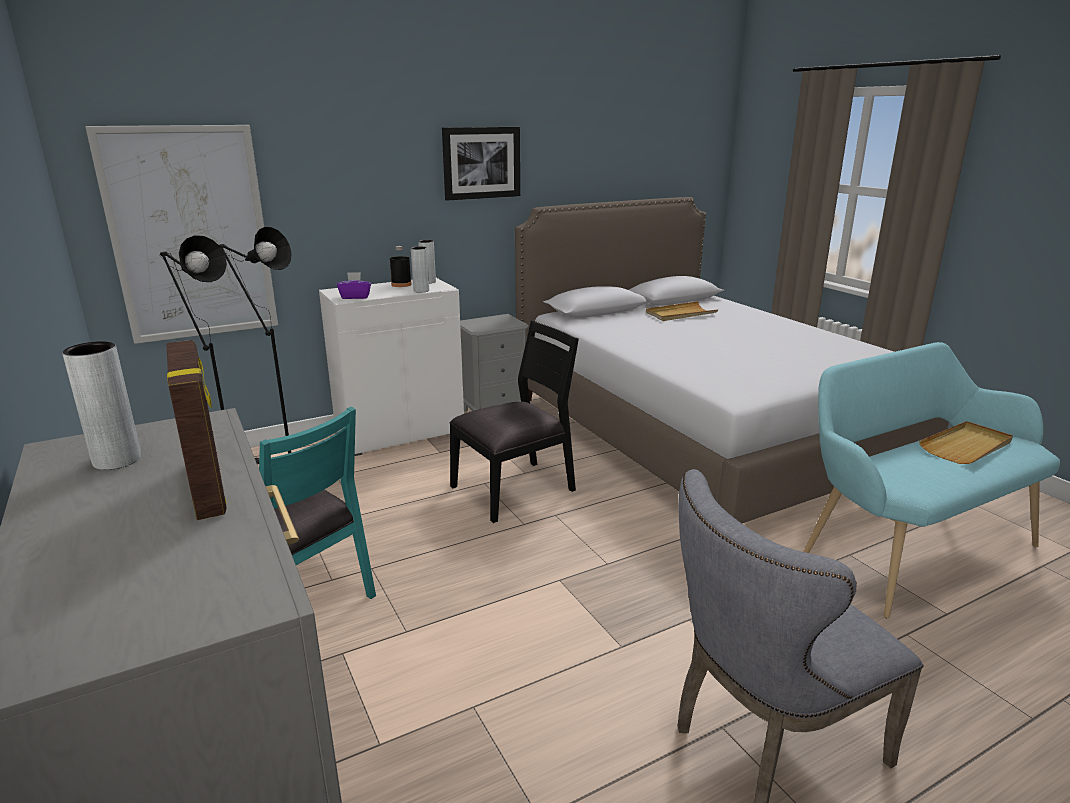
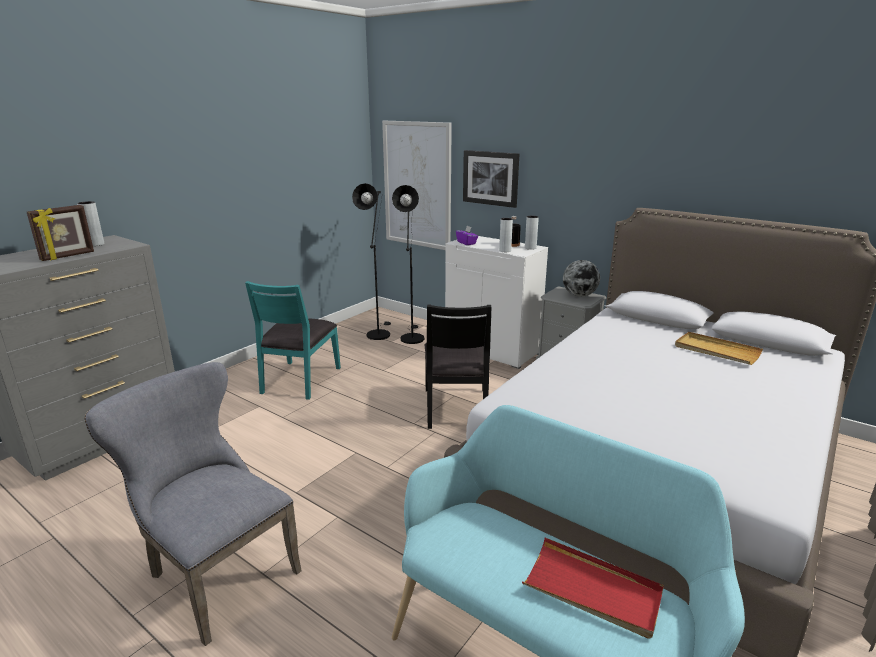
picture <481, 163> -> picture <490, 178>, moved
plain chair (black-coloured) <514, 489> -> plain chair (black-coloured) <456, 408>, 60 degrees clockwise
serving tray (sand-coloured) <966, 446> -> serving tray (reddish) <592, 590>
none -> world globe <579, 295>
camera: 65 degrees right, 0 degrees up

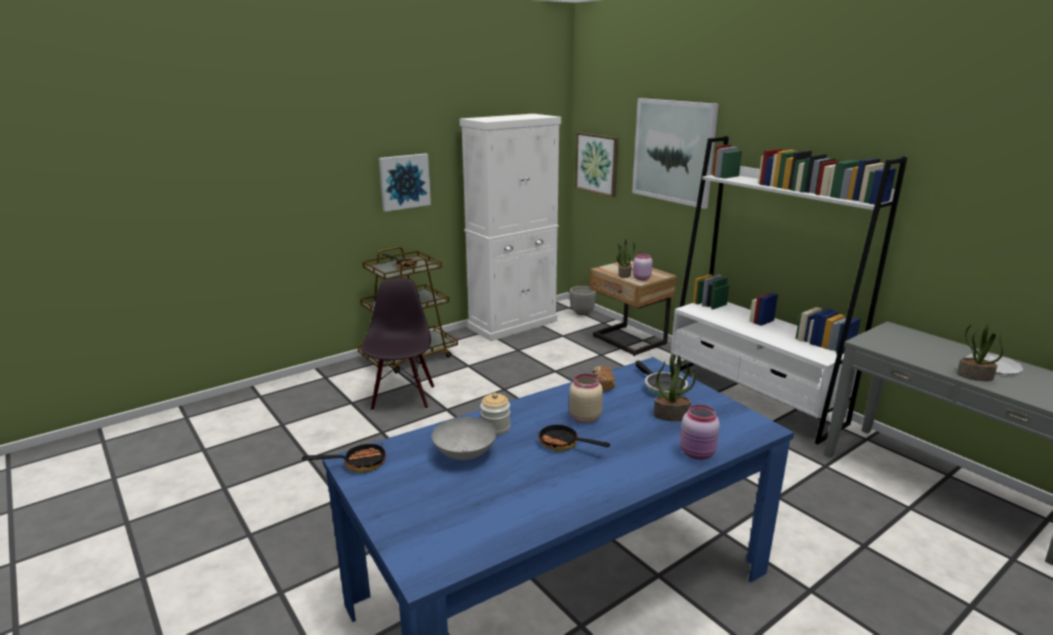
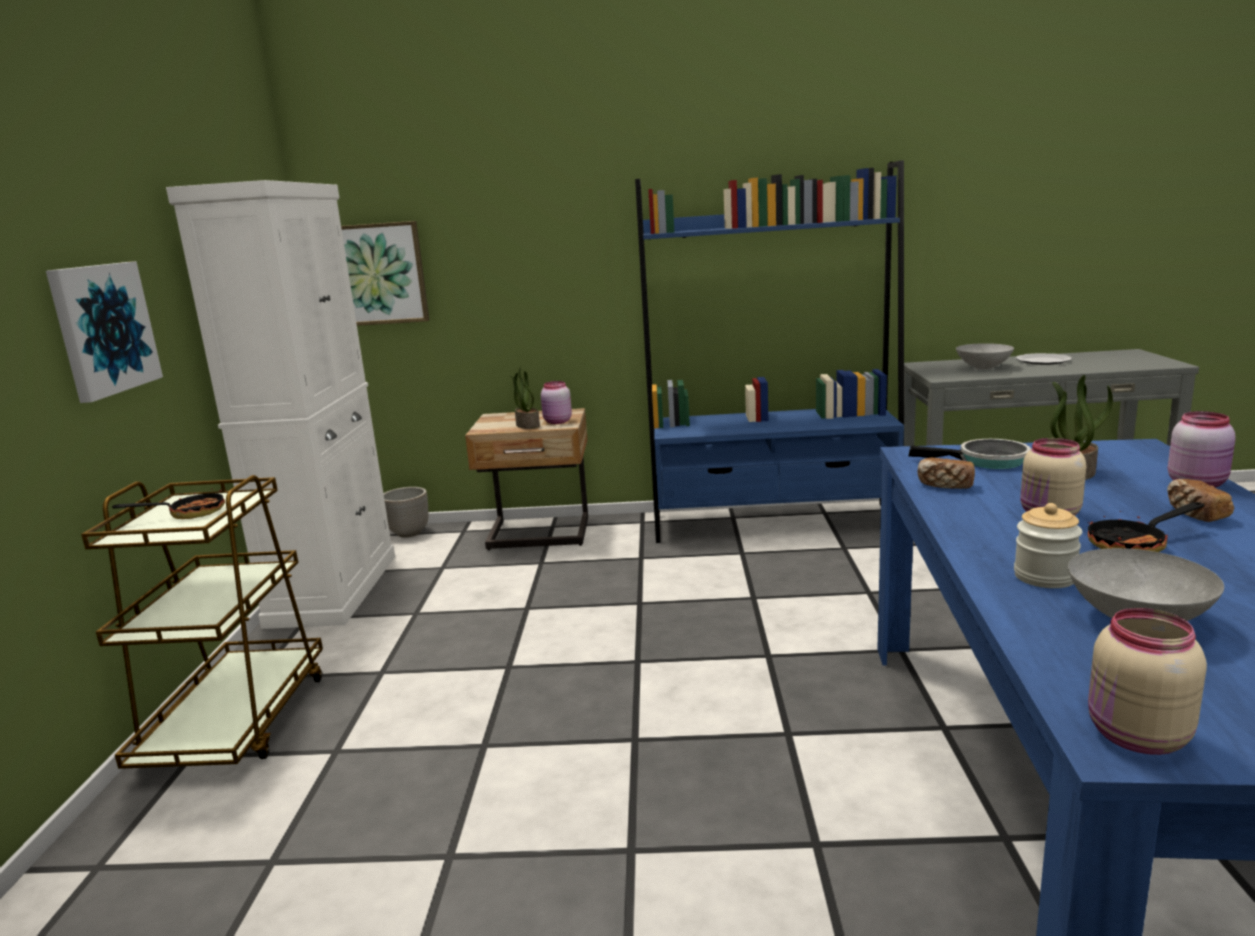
skillet <358, 464> -> preserve jar (sand-coloured) <1136, 737>
plain chair (black-coloured) <402, 397> -> none
picture <673, 151> -> none
bookcase (white-coloured) <753, 397> -> bookcase (blue-coloured) <774, 523>
potted plant <974, 376> -> none
none -> deep dish (gray) <983, 367>
none -> baked bread <1194, 514>
camera: 50 degrees left, 5 degrees down

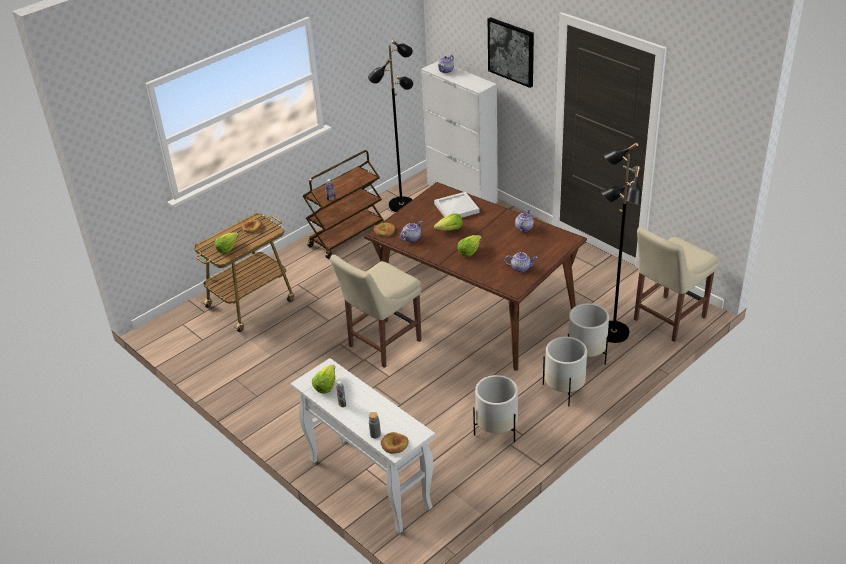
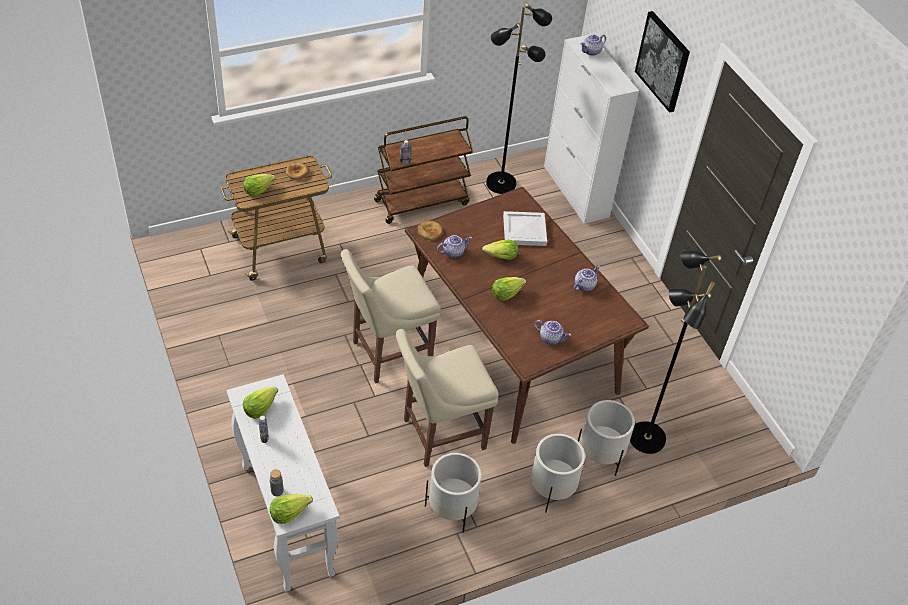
baked bread <394, 444> -> lettuce head <289, 512>
plain chair (sand-coloured) <667, 319> -> plain chair (sand-coloured) <439, 434>, moved
camera: 15 degrees right, 10 degrees up

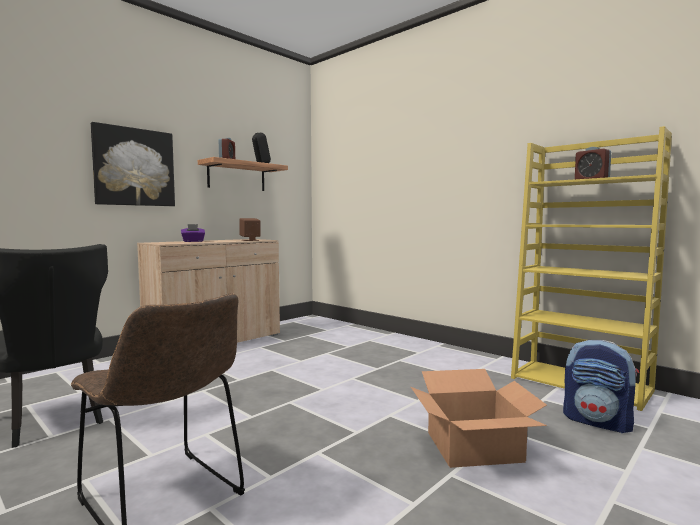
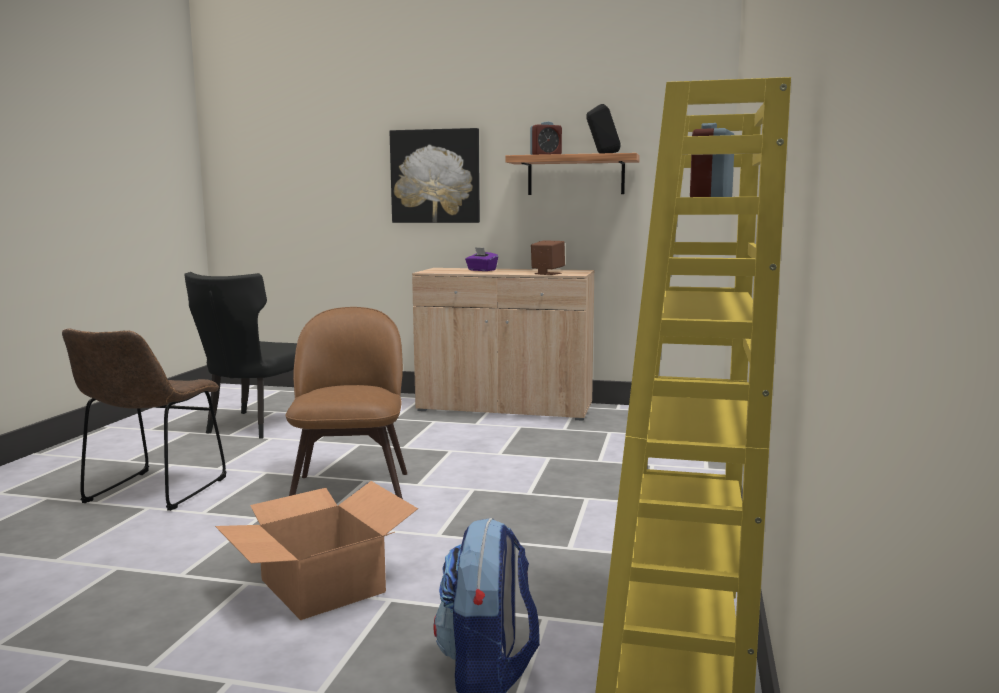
none -> plain chair (brownish) <351, 488>
camera: 60 degrees right, 5 degrees up

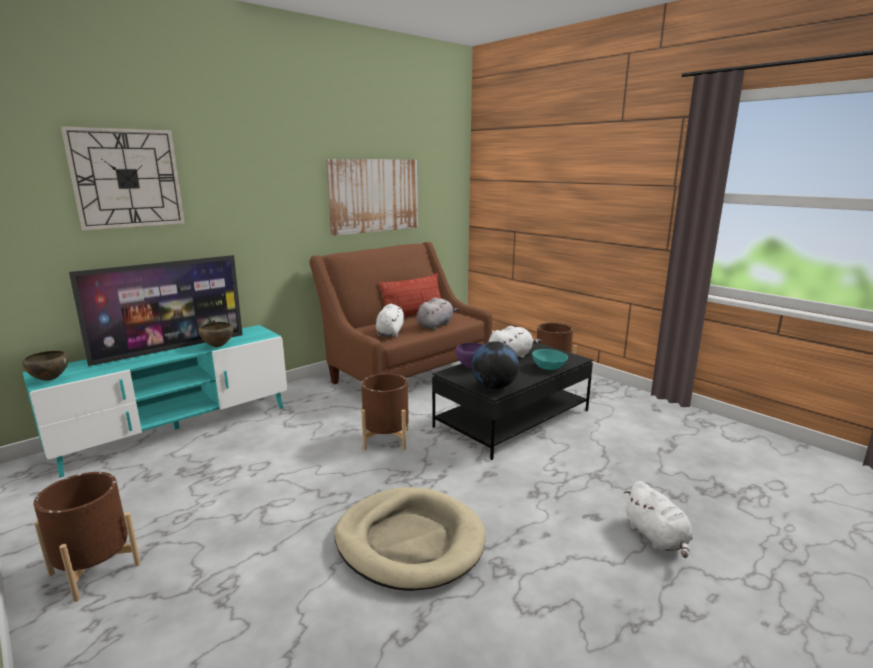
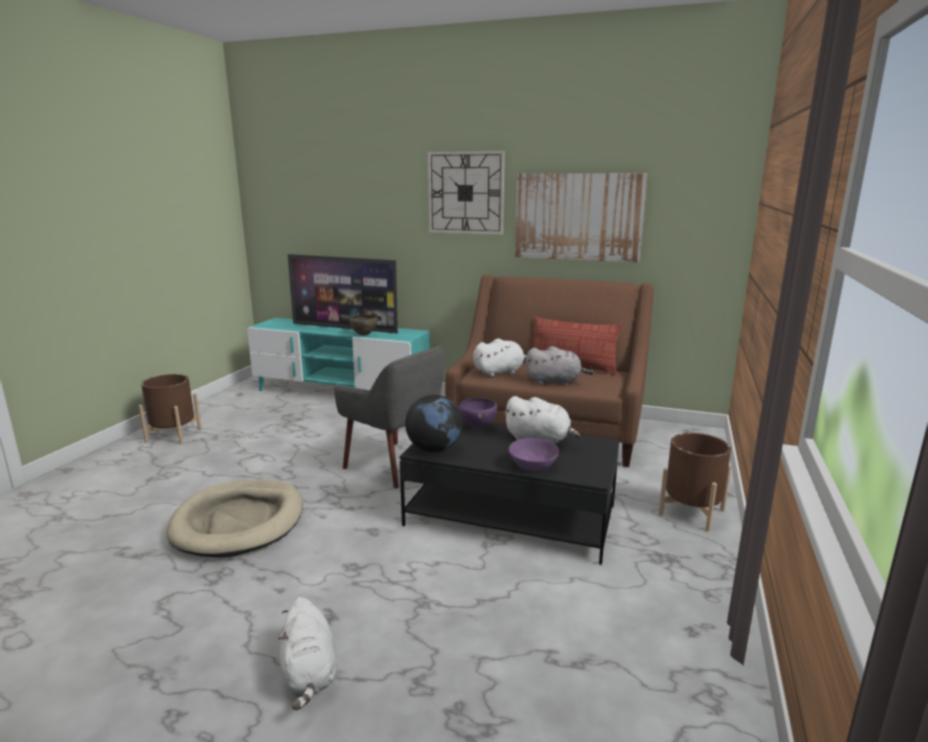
deep dish (brownish) <49, 379> -> none
hanging clock <127, 178> -> hanging clock <465, 193>, moved
planter (brownish) <386, 439> -> lounge chair (gray) <395, 464>
deep dish (turquoise-coloured) <549, 367> -> deep dish (purplish) <533, 466>
cuddly toy (white-coloured) <657, 538> -> cuddly toy (white-coloured) <309, 674>, 60 degrees counterclockwise
camera: 60 degrees right, 0 degrees up

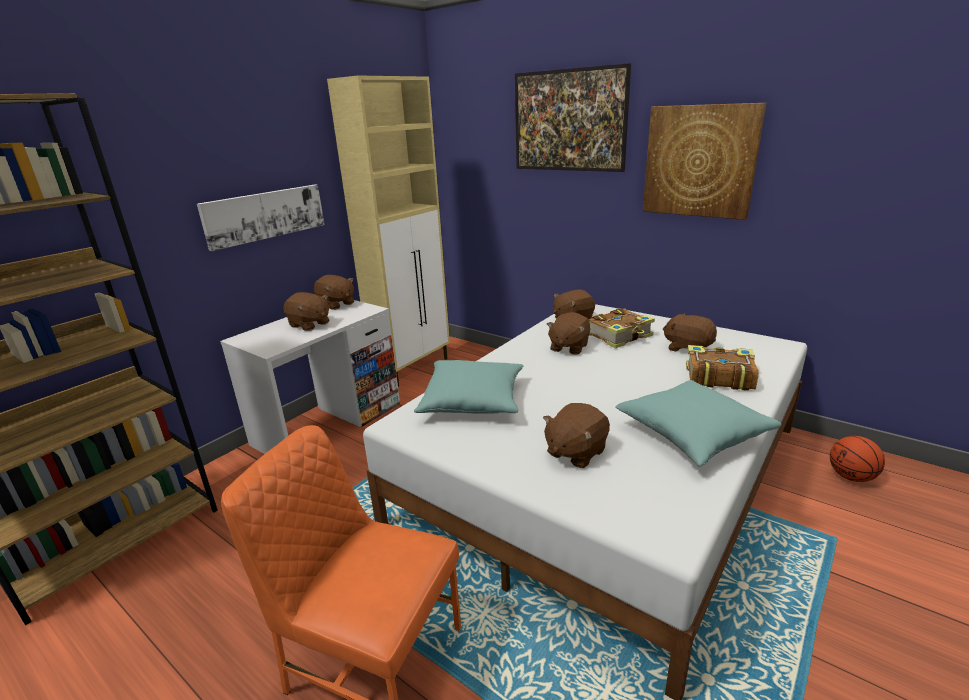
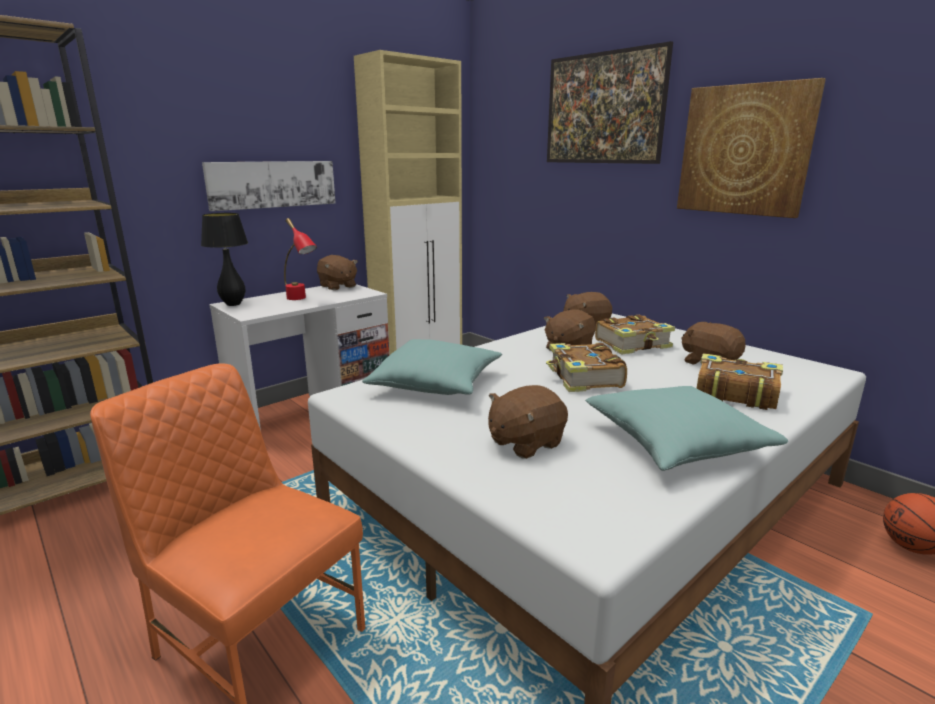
cuddly toy (brownish) <309, 324> -> lamp for a table (reddish) <301, 299>
none -> lamp for a table (black-coloured) <233, 304>
none -> book <584, 378>
camera: 10 degrees right, 5 degrees down

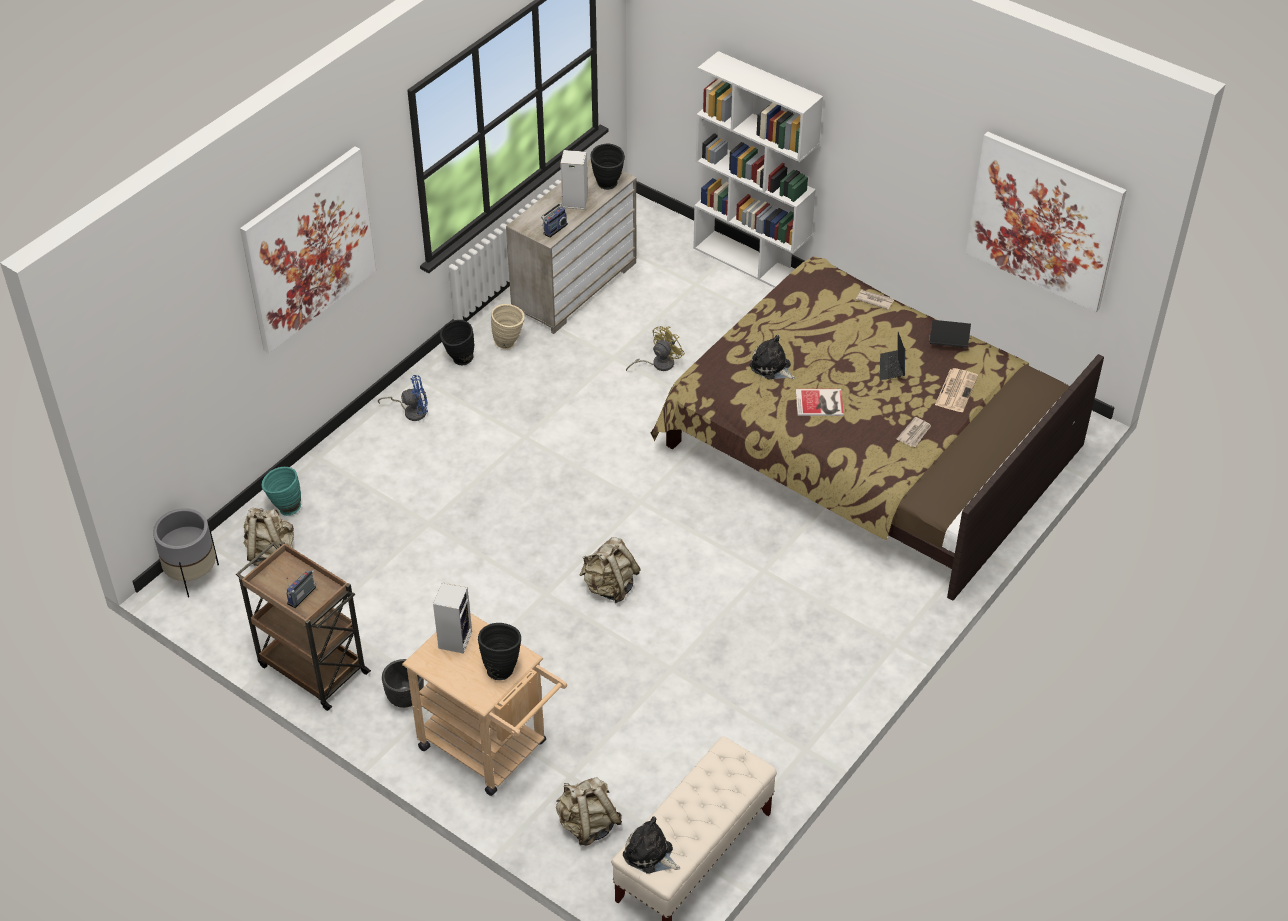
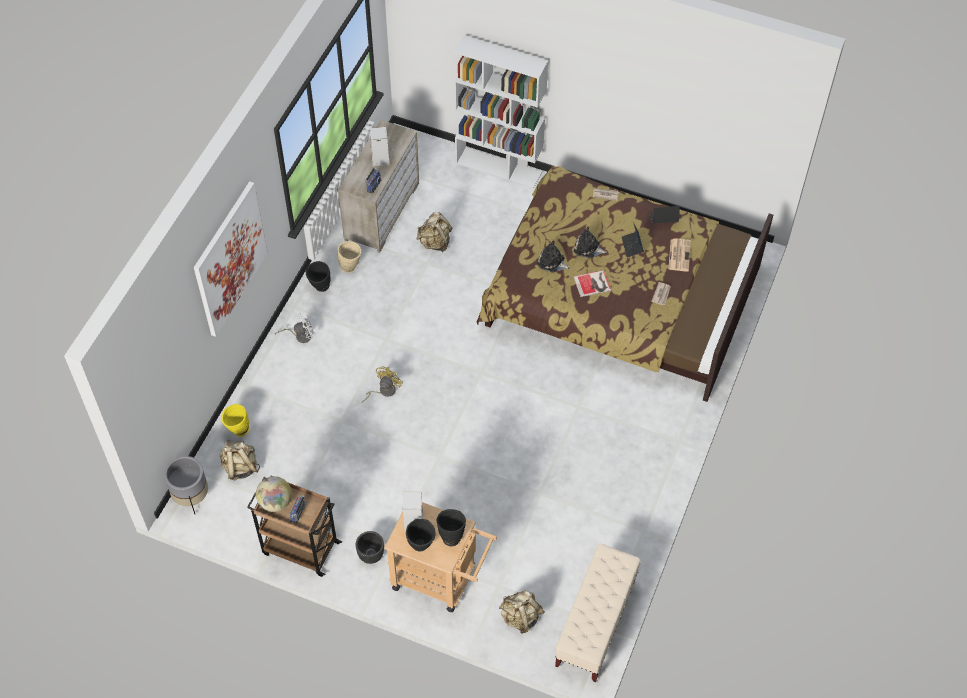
vase (turquoise-coloured) <285, 508> -> vase (yellow-coloured) <237, 431>
cooling fan (blue-coloured) <411, 411> -> cooling fan (white-coloured) <300, 335>
backpack (sand-coloured) <610, 587> -> backpack (sand-coloured) <435, 242>, moved
vase (black-coloured) <608, 186> -> vase (black-coloured) <421, 547>, moved
cuddly toy <650, 854> -> cuddly toy <588, 248>, moved
cooling fan (yellow-coloured) <658, 364> -> cooling fan (yellow-coloured) <383, 391>, moved
picture <1044, 221> -> none
none -> world globe <275, 502>
camera: 15 degrees left, 10 degrees up

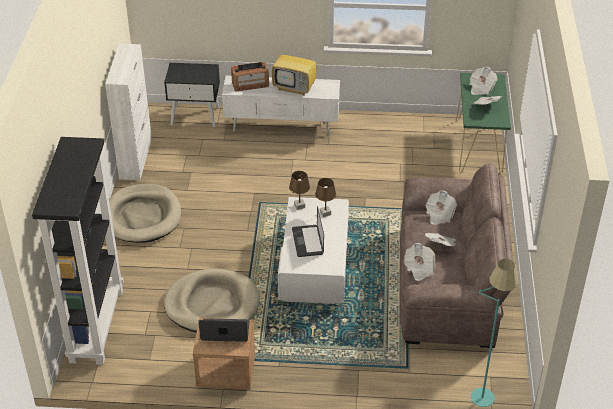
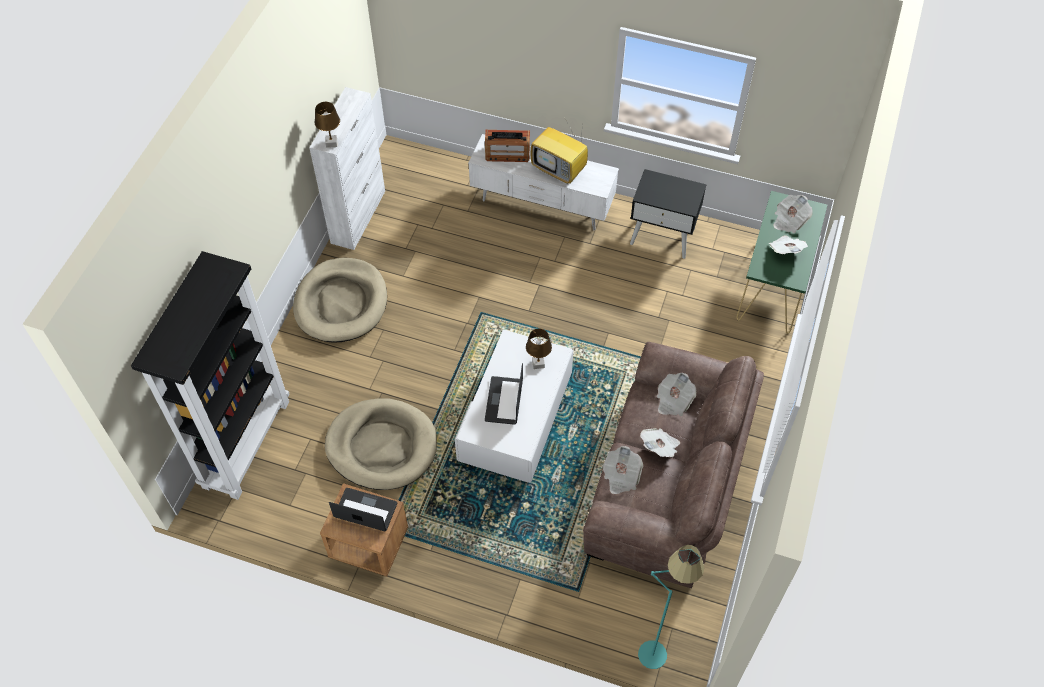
nightstand (black-coloured) <195, 115> -> nightstand (black-coloured) <663, 235>, moved
lamp for a table (brownish) <299, 206> -> lamp for a table (brownish) <331, 143>, moved
camera: 15 degrees right, 15 degrees up

